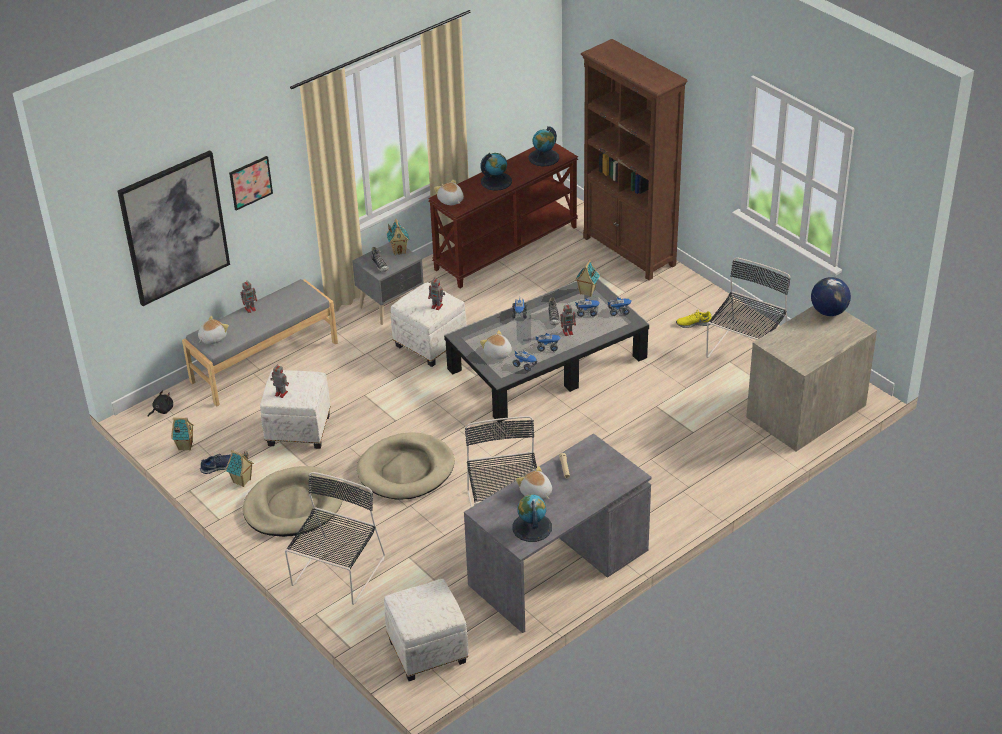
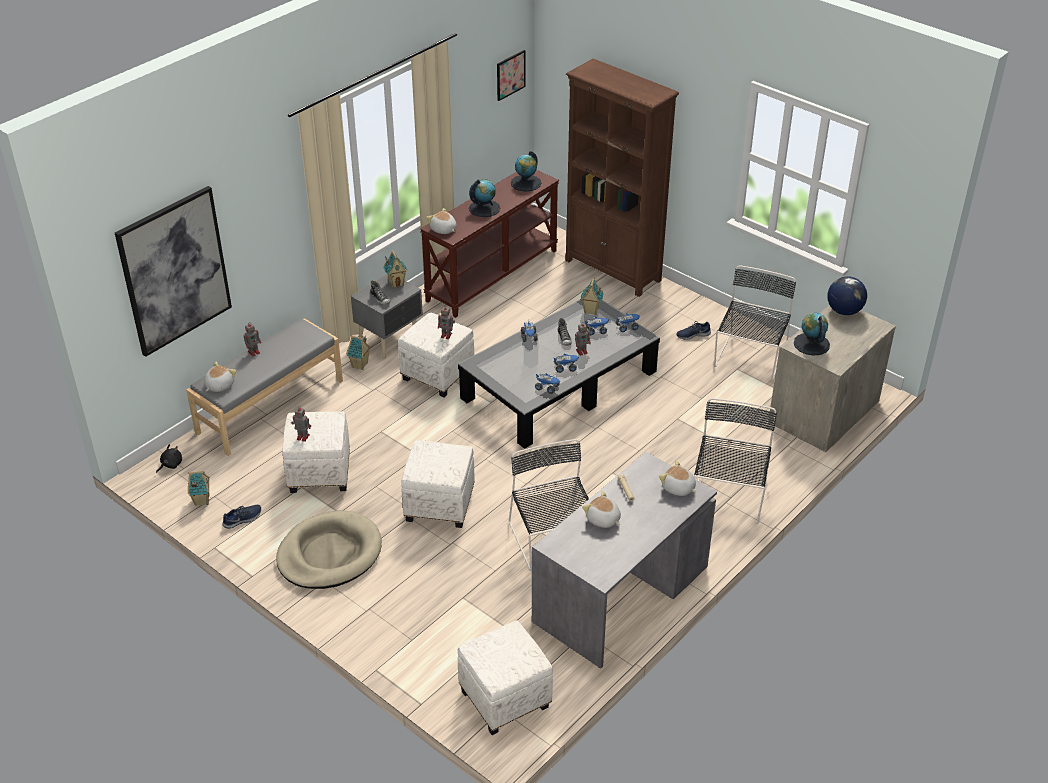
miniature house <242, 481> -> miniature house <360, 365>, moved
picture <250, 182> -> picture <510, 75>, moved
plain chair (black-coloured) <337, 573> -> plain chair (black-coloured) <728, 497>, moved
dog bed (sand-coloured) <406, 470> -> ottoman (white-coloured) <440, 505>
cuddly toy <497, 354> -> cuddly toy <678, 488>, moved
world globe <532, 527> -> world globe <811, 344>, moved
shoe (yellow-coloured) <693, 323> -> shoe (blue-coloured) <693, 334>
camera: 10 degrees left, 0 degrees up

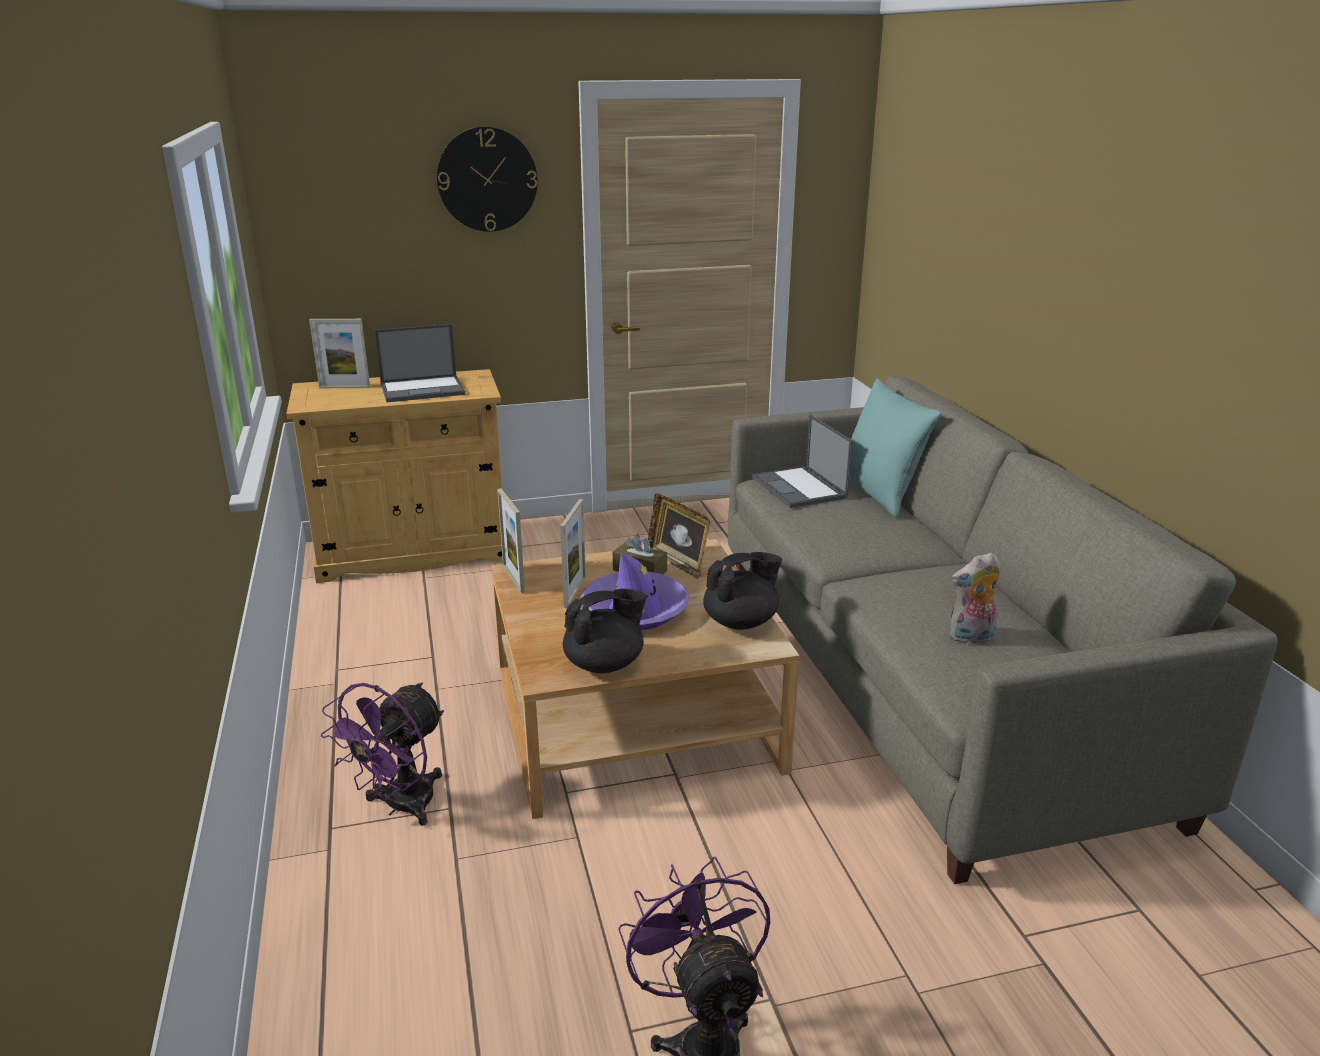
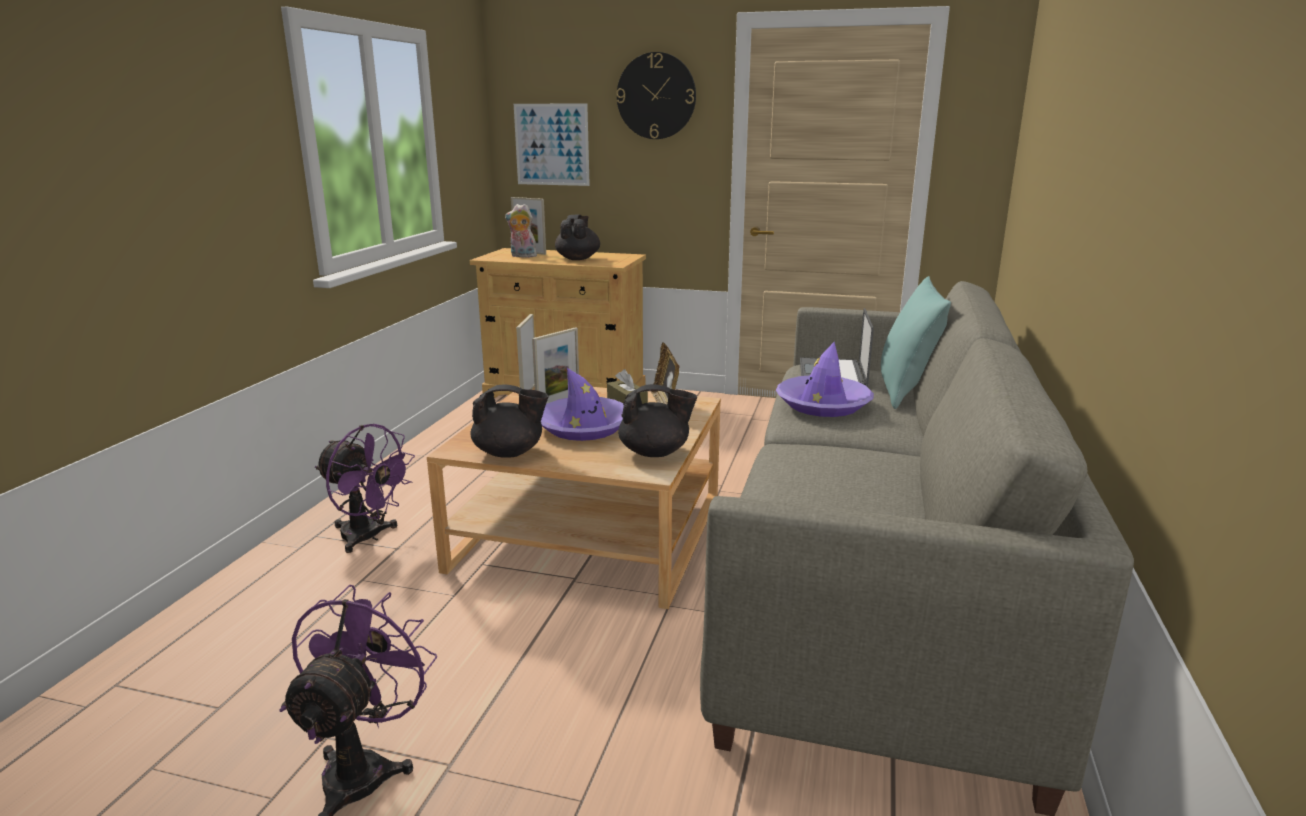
cooling fan (purplish) <400, 807> -> cooling fan (purplish) <369, 537>, 120 degrees counterclockwise
laptop <423, 389> -> teapot (black-coloured) <578, 259>
cuddly toy <971, 638> -> cuddly toy <522, 256>, moved
none -> picture <551, 144>
none -> wearable hat (purplish) <823, 404>
camera: 30 degrees right, 5 degrees down

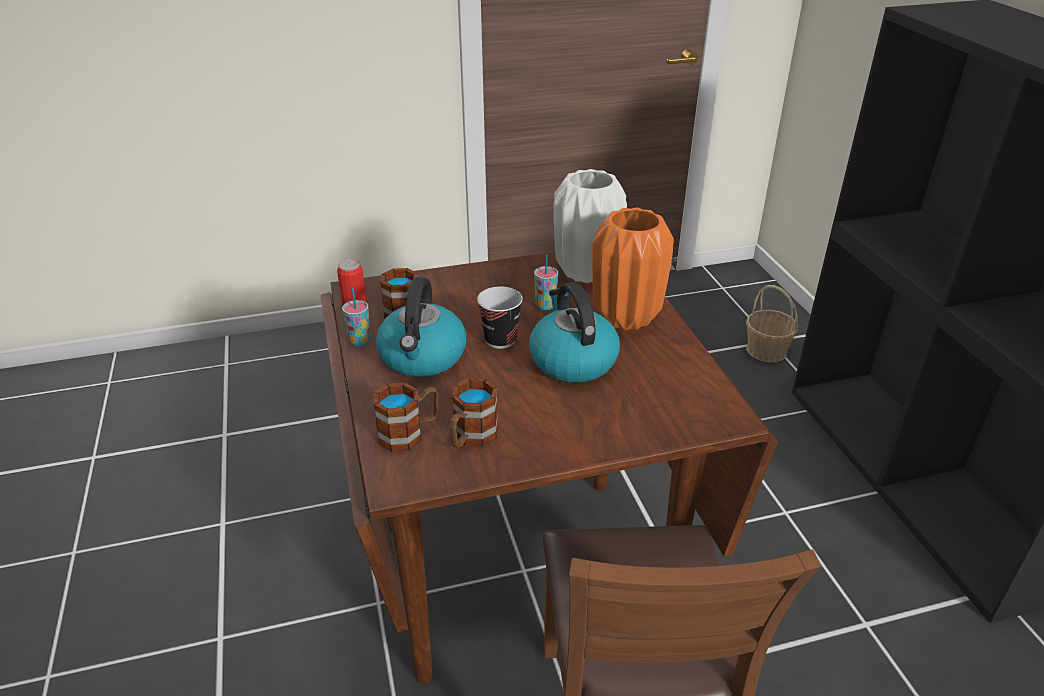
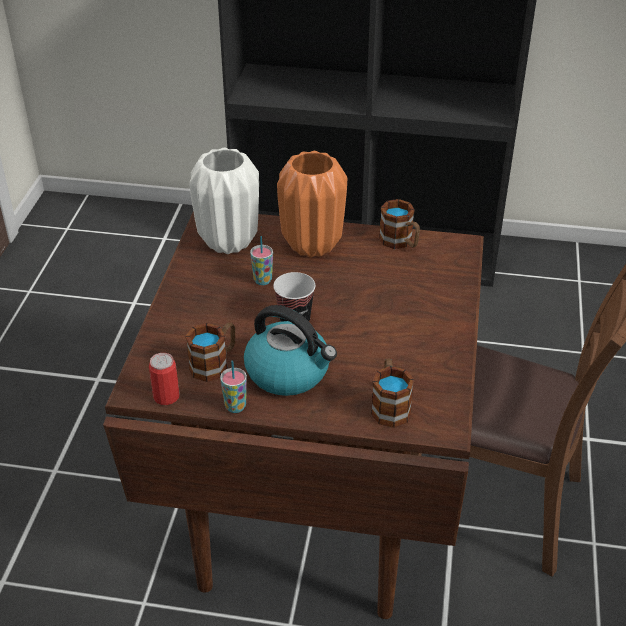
mug <471, 437> -> mug <400, 242>, moved
kettle <572, 360> -> none
storage basket <766, 350> -> none
camera: 65 degrees left, 5 degrees up

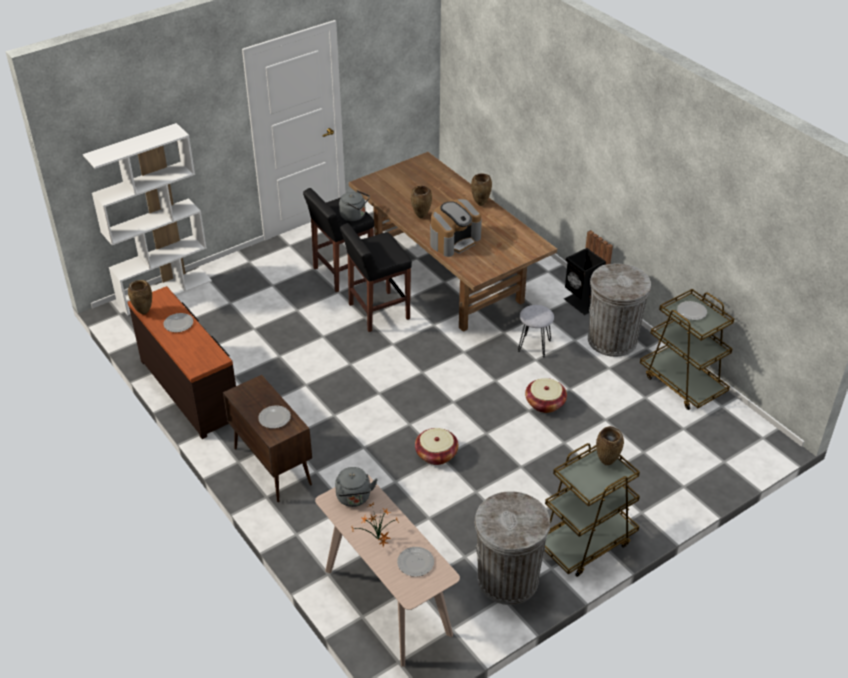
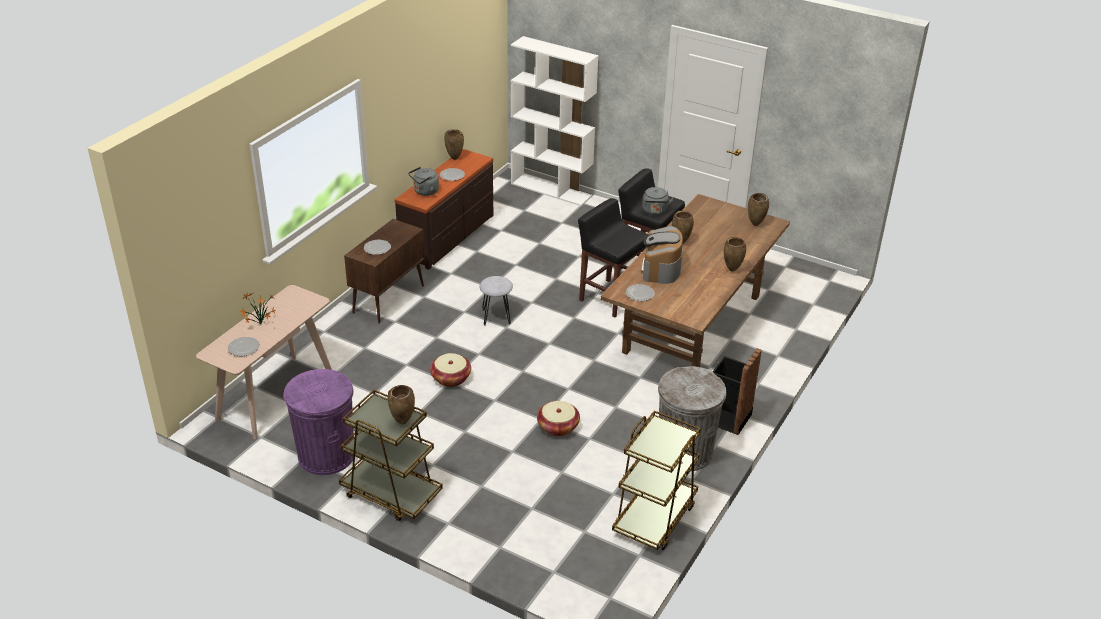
kettle (gray) <354, 498> -> kettle (gray) <425, 192>, moved
coffee brewer <454, 240> -> coffee brewer <661, 269>, 75 degrees clockwise
trash can (gray) <507, 579> -> trash can (purplish) <326, 455>
stool (gray) <534, 346> -> stool (gray) <496, 317>, moved
flat dish <692, 311> -> flat dish <640, 294>, moved
none -> vase (brownish) <756, 224>
camera: 65 degrees right, 5 degrees down

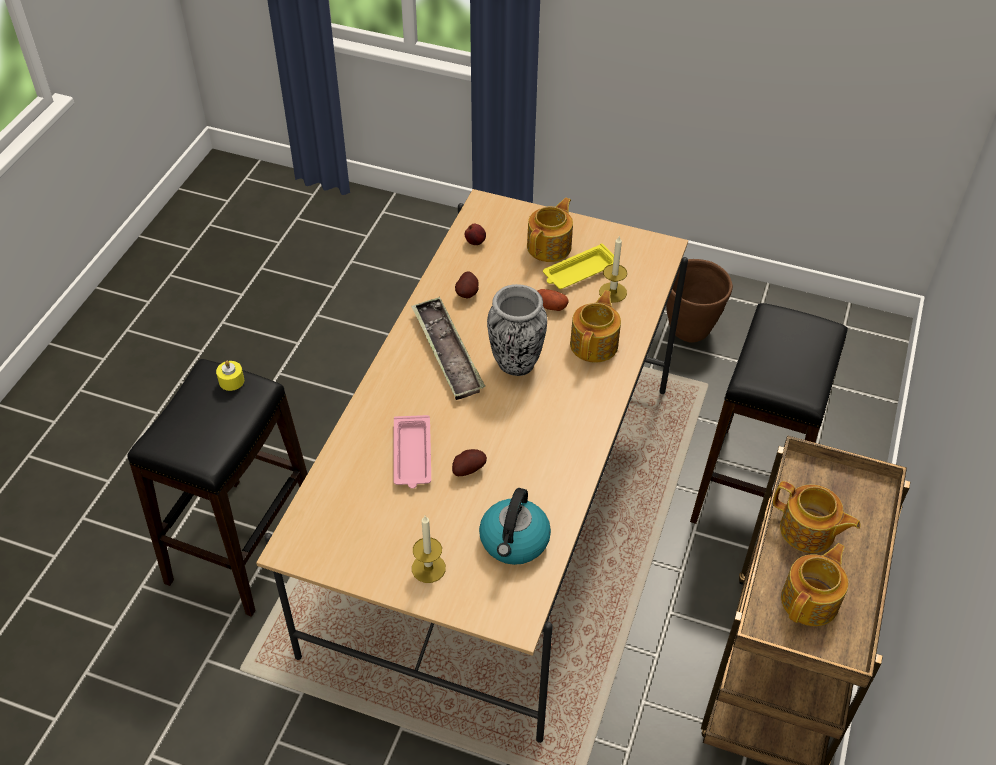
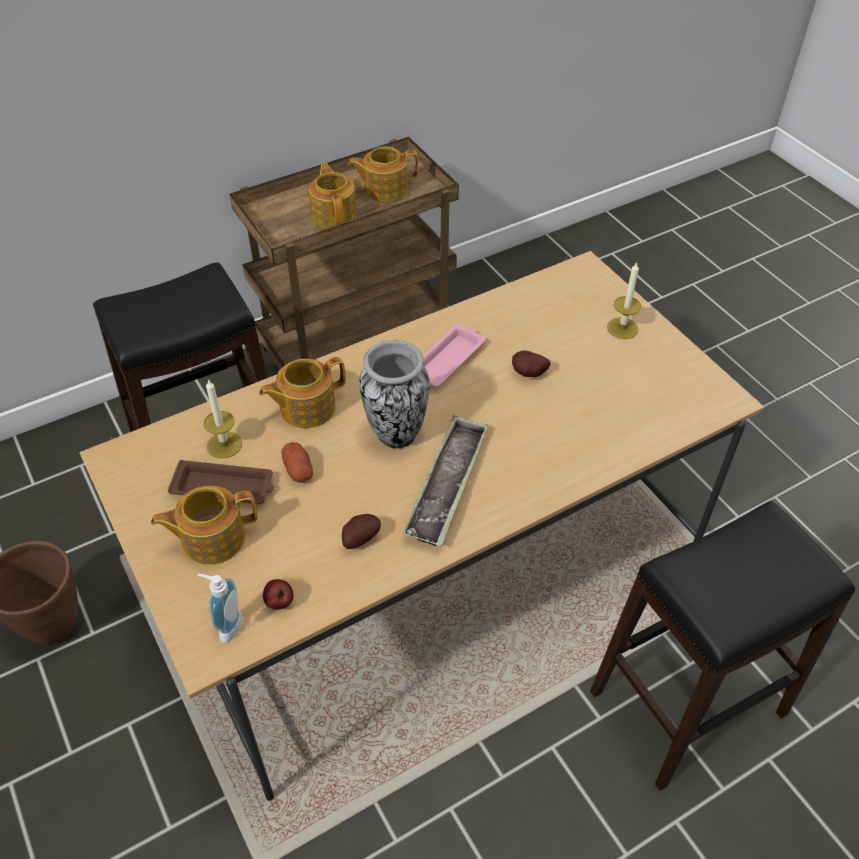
wax light (yellow-coloured) <231, 381> -> none
serving tray (pink-coloured) <412, 455> -> serving tray (pink-coloured) <448, 359>, moved
kettle <514, 541> -> none
serving tray (yellow-coloured) <579, 272> -> serving tray (brownish) <224, 487>
none -> soap dispenser <226, 626>
camera: 140 degrees left, 0 degrees up

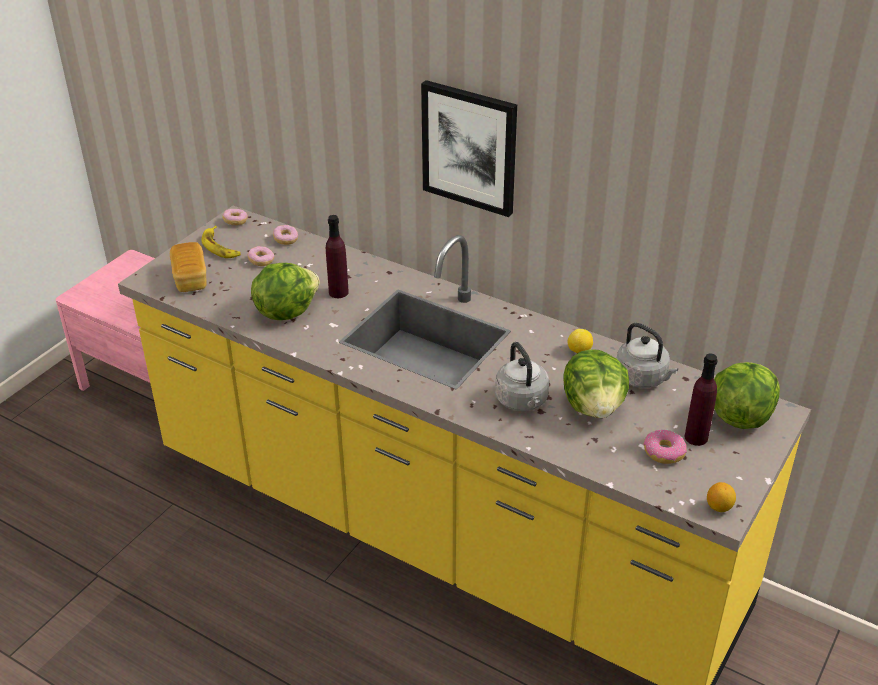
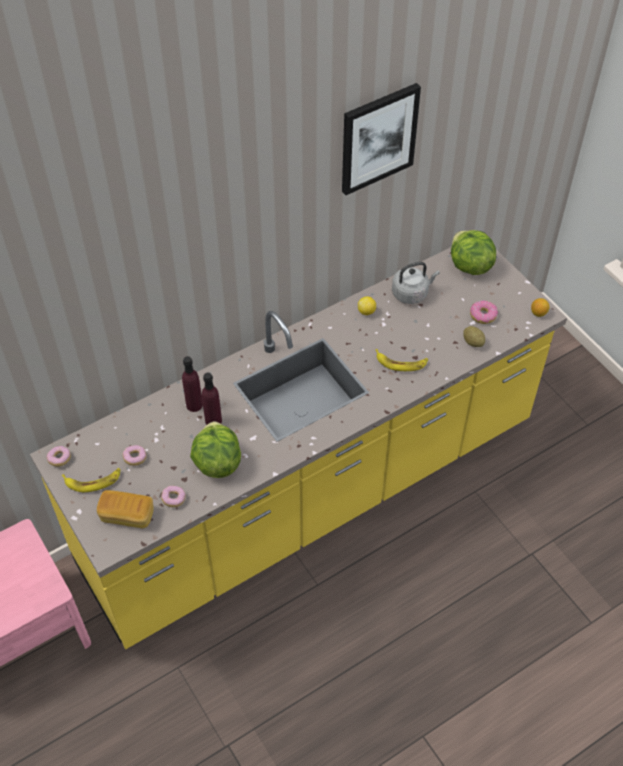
doughnut <286, 240> -> doughnut <174, 499>, moved
picture <470, 147> -> picture <378, 138>, moved
kettle (gray) <522, 401> -> banana <401, 362>
lettuce head <594, 407> -> none
drink bottle (purplish) <696, 437> -> drink bottle (purplish) <194, 405>, moved
none -> whole potato <473, 342>
camera: 65 degrees left, 15 degrees up

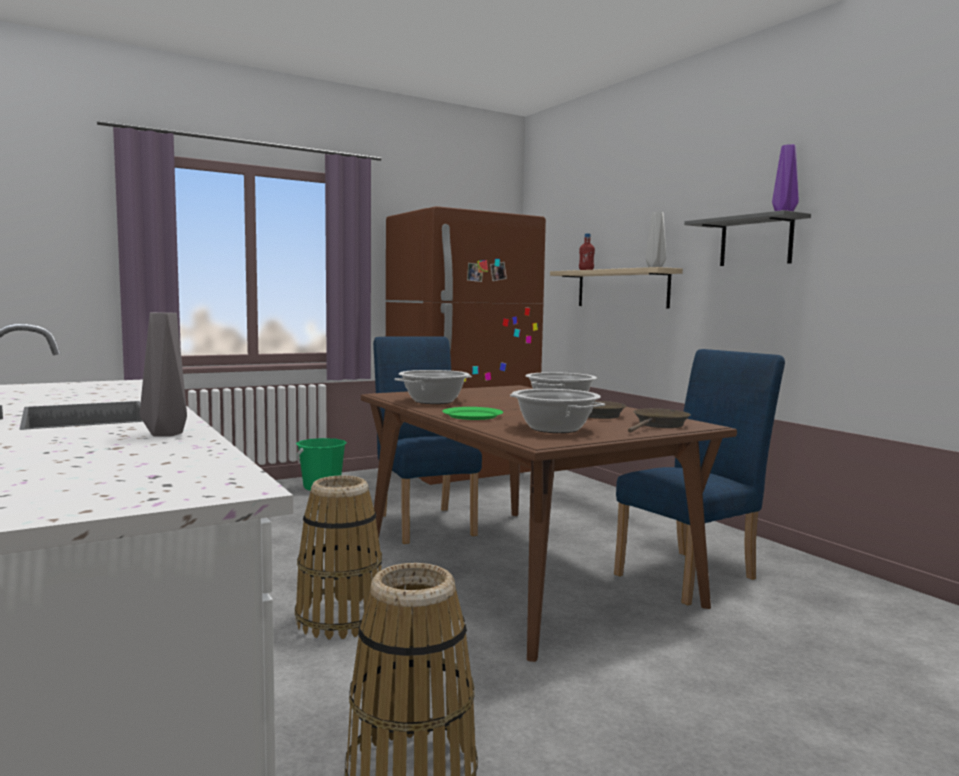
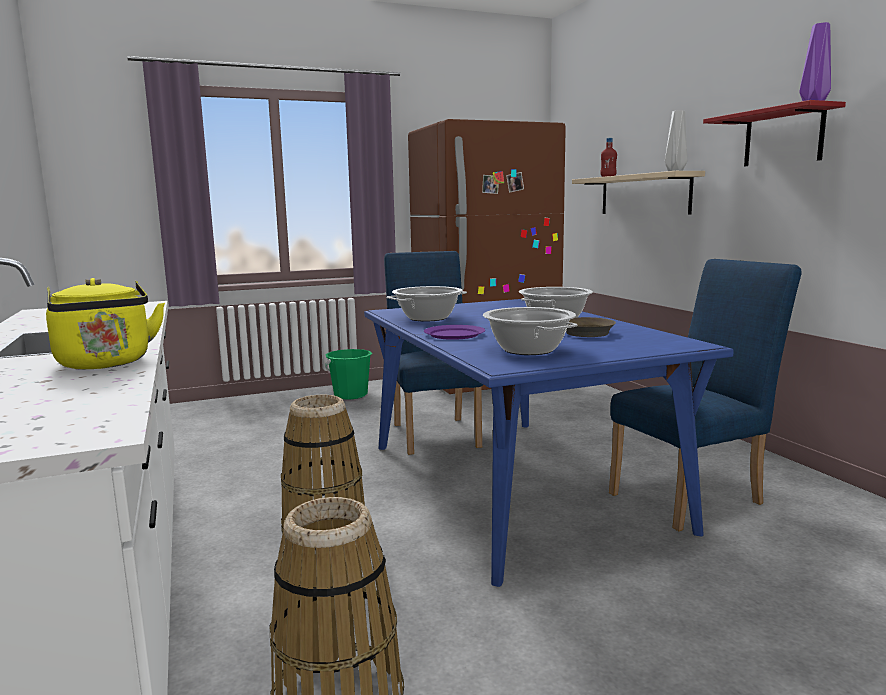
vase (gray) <165, 434> -> kettle (yellow-coloured) <106, 364>
dinner table (brownish) <523, 569> -> dinner table (blue-coloured) <516, 485>
flat dish (greenish) <472, 416> -> flat dish (purplish) <454, 334>
skillet (brownish) <659, 425> -> none
wall shelf (gray) <756, 242> -> wall shelf (reddish) <783, 137>
camera: 10 degrees right, 5 degrees up

